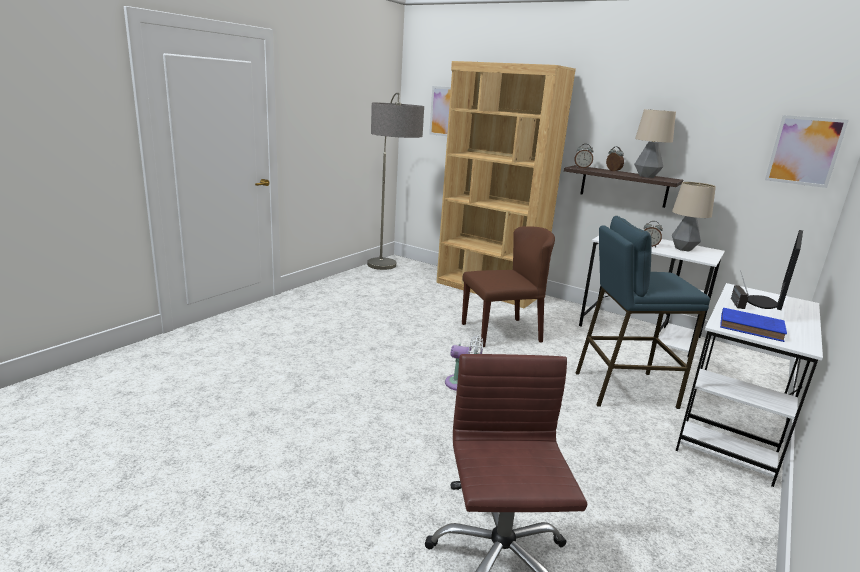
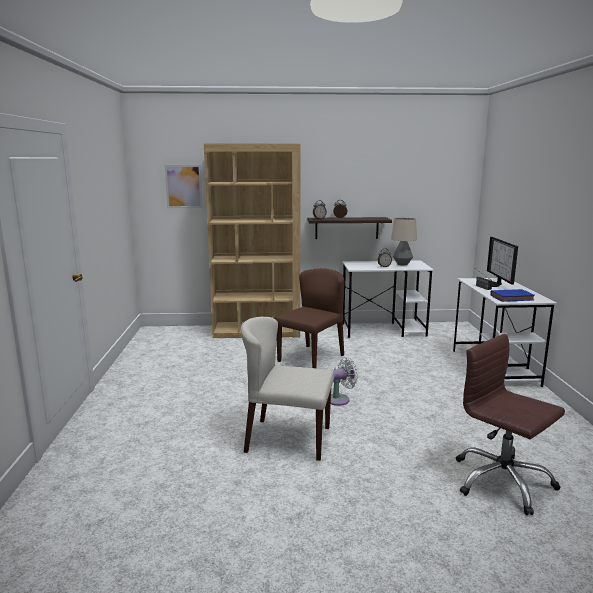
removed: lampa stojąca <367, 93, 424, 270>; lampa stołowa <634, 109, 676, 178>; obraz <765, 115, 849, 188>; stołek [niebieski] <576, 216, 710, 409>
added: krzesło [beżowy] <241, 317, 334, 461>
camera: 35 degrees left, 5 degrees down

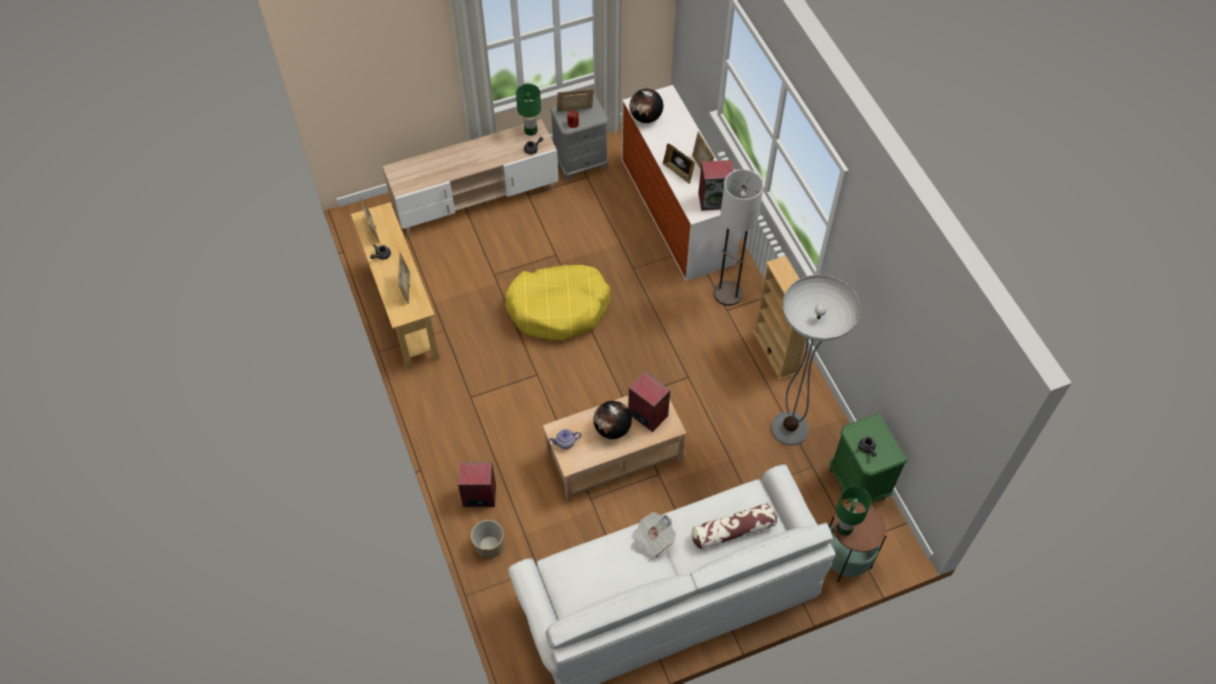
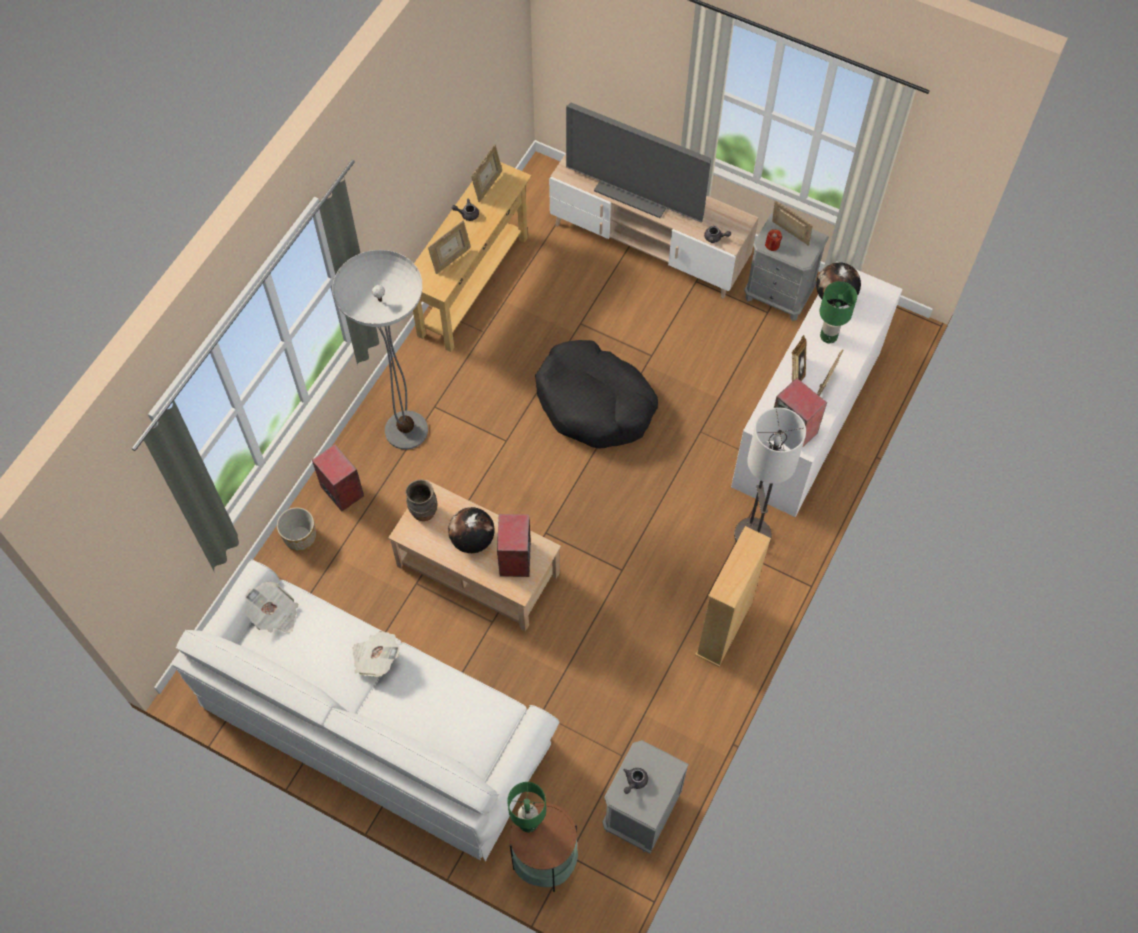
removed: poduszka <692, 503, 777, 550>
added: telewizor <566, 103, 711, 223>; gazeta <245, 582, 299, 633>
moved: lampa stołowa [zielony] <516, 84, 541, 136> to <820, 281, 857, 343>; lampa stojąca <771, 275, 861, 445> to <332, 250, 428, 450>
replaced: imbryk <549, 429, 581, 449> to wazon [brązowy] <405, 480, 437, 521>
recoloured: legowisko [żółty] <505, 265, 611, 340> to legowisko [czarny] <535, 340, 658, 448>; szafka nocna [zielony] <829, 413, 907, 503> to szafka nocna [szary] <602, 740, 689, 854>
camera: 50 degrees right, 5 degrees up

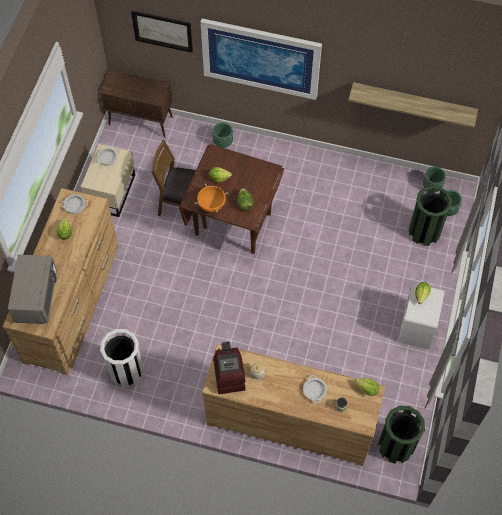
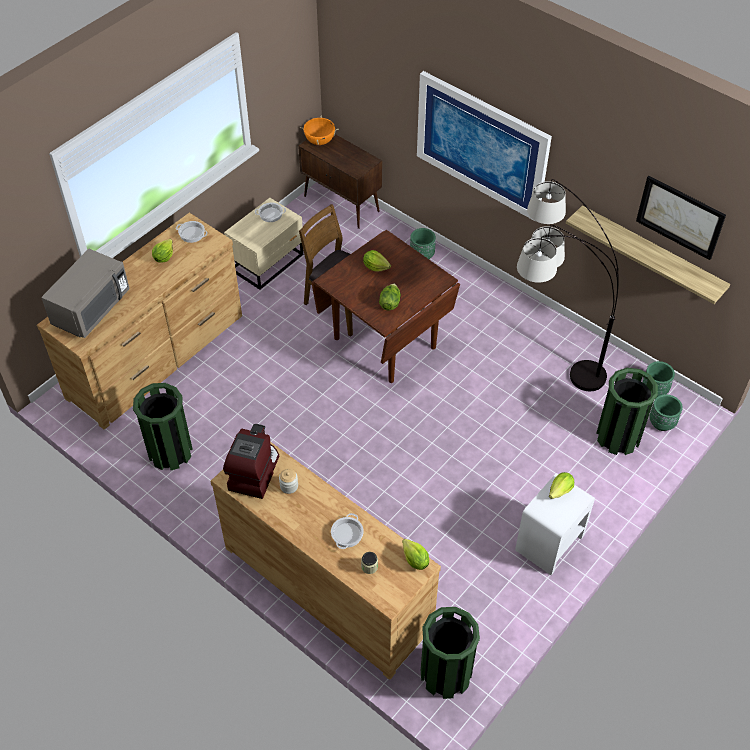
added: lampa stojąca <517, 179, 619, 391>
moved: obraz <131, 11, 193, 53> to <636, 176, 726, 260>; garnek [pomarańczowy] <195, 184, 228, 212> to <300, 116, 339, 145>
recoloured: kosz na śmieci [biały] <100, 329, 144, 388> to kosz na śmieci [zielony] <133, 383, 193, 470>
camera: 25 degrees right, 10 degrees down

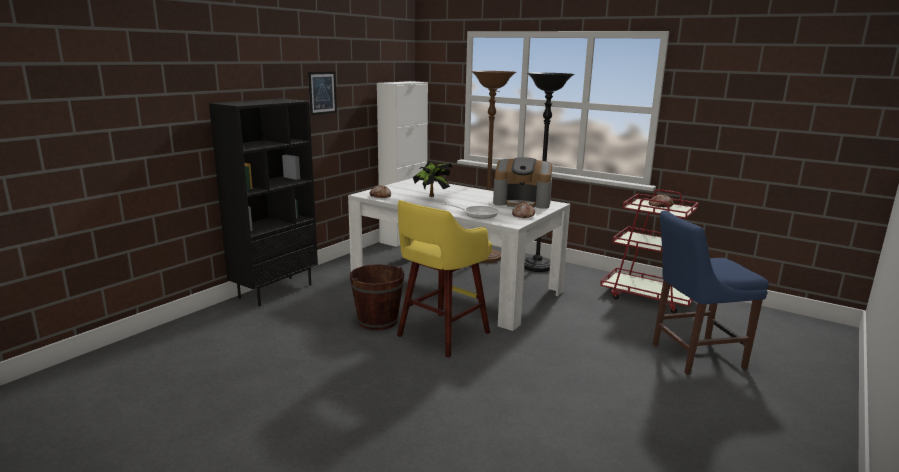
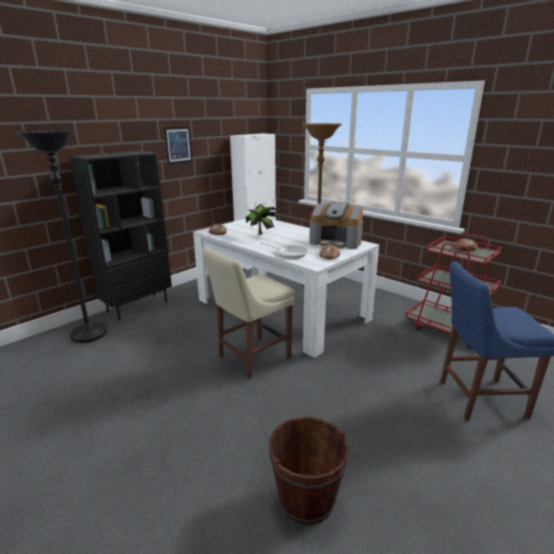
moved: lampa stojąca [czarny] <524, 73, 574, 272> to <15, 130, 107, 343>; wiadro [brązowy] <350, 264, 404, 330> to <269, 417, 349, 525>
replaced: stołek [żółty] <397, 200, 492, 358> to krzesło [beżowy] <202, 247, 295, 379>
camera: 10 degrees right, 5 degrees up

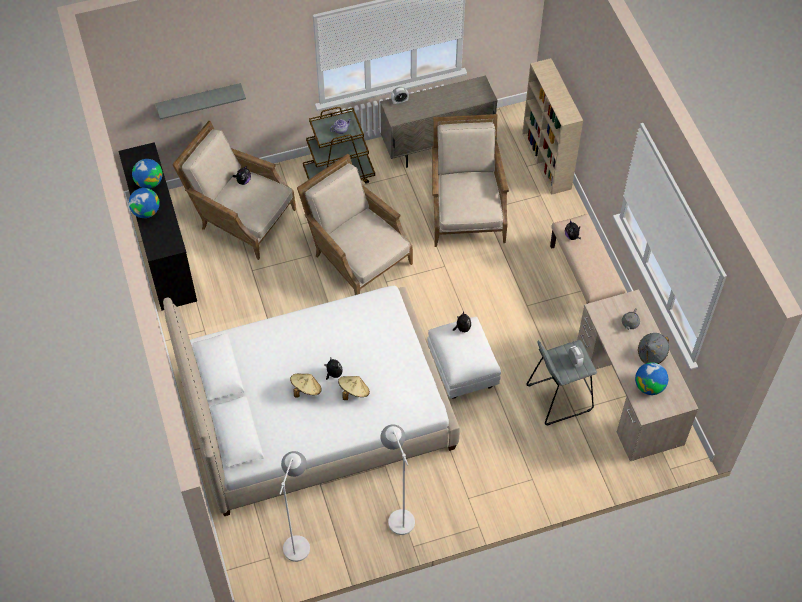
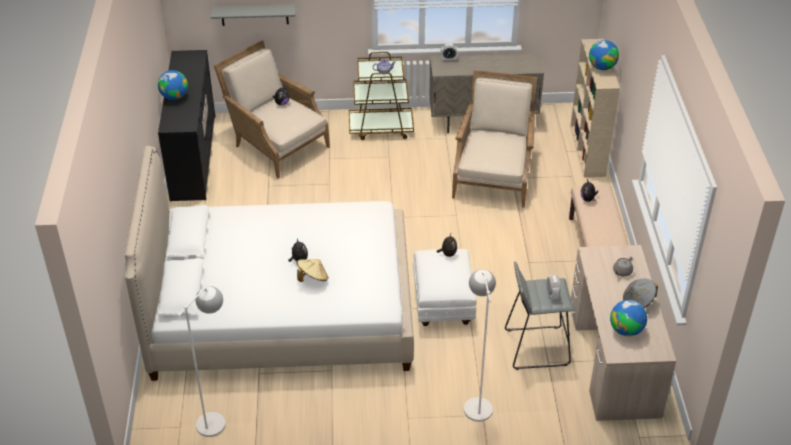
removed: fotel [beżowy] <297, 154, 413, 295>; kapelusz [beżowy] <290, 373, 322, 398>
moved: globus <132, 159, 163, 189> to <589, 40, 619, 70>; lampa stojąca [biały] <380, 424, 415, 535> to <464, 269, 496, 422>
camera: 15 degrees right, 15 degrees down

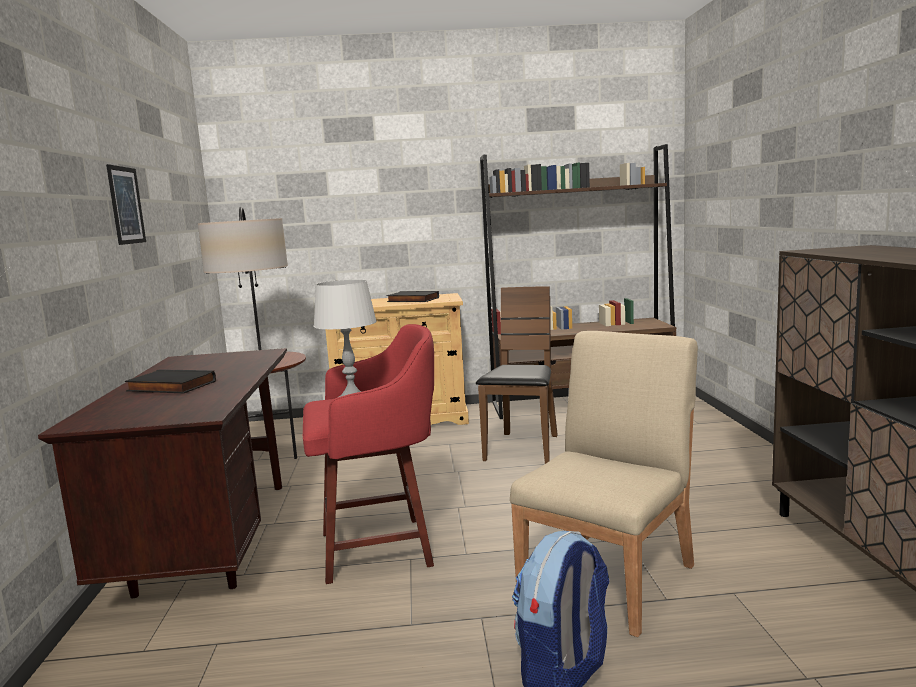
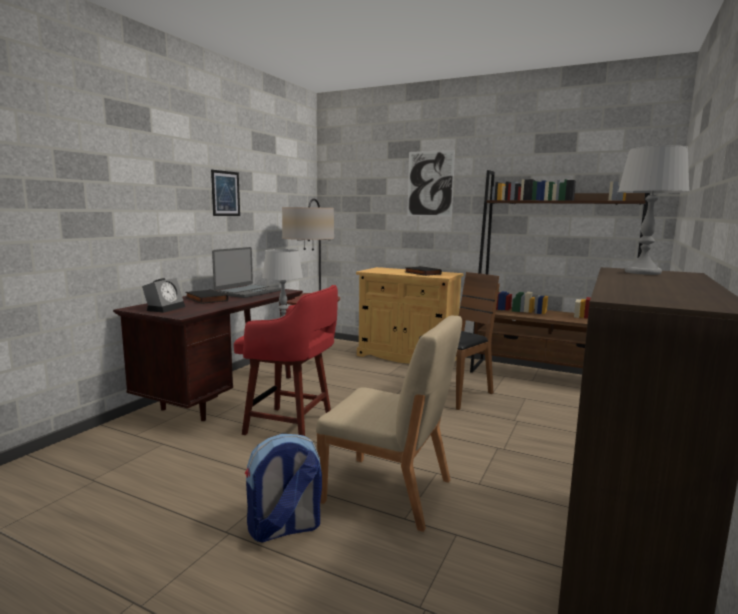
added: lampa stołowa [szary] <618, 145, 690, 275>; obraz <407, 150, 455, 217>; laptop <212, 247, 281, 298>; budzik <142, 278, 185, 313>
turned: krzesło [beżowy] <510, 331, 698, 637> = <316, 316, 462, 532> 45 degrees clockwise
camera: 30 degrees right, 0 degrees up

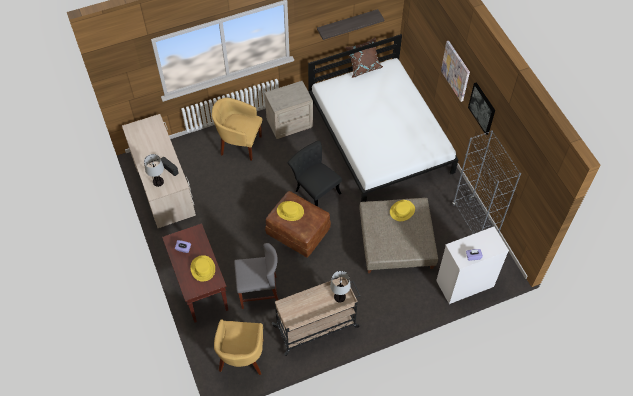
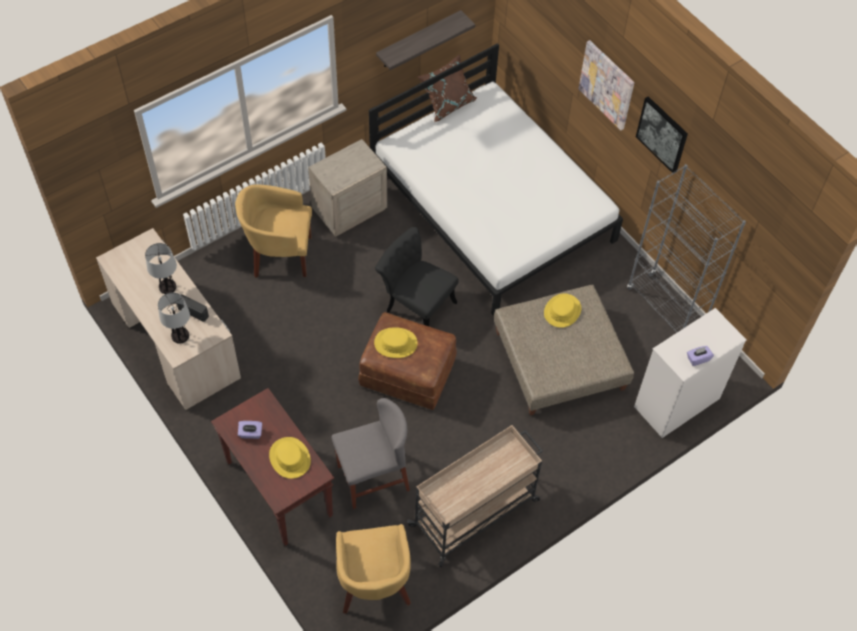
moved: lampa stołowa <330, 271, 351, 302> to <145, 243, 177, 294>
camera: 15 degrees left, 0 degrees up

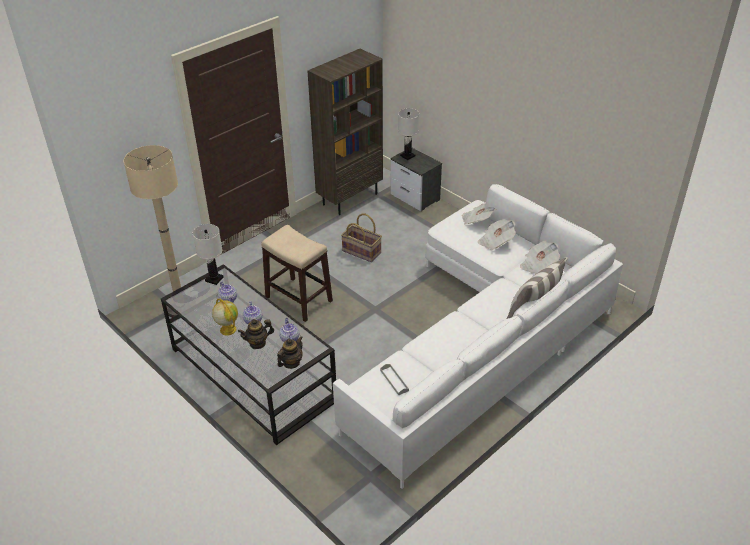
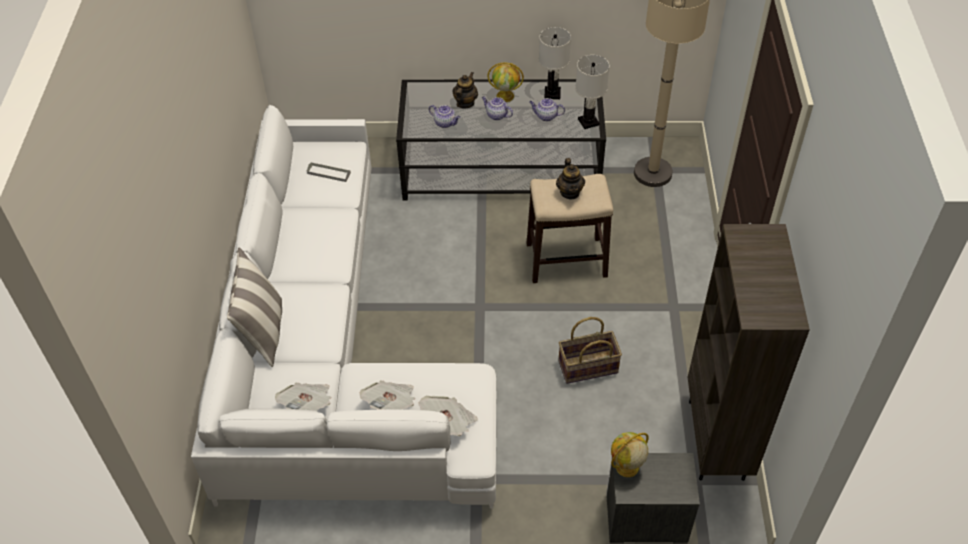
added: globus <611, 432, 649, 477>
moved: lampa stołowa [biały] <398, 108, 419, 160> to <539, 27, 571, 99>; imbryk <277, 336, 303, 369> to <556, 158, 585, 199>
camera: 135 degrees right, 10 degrees up

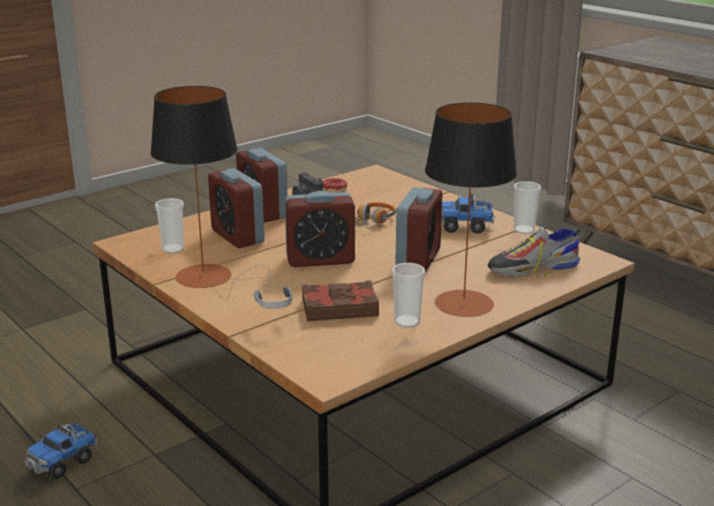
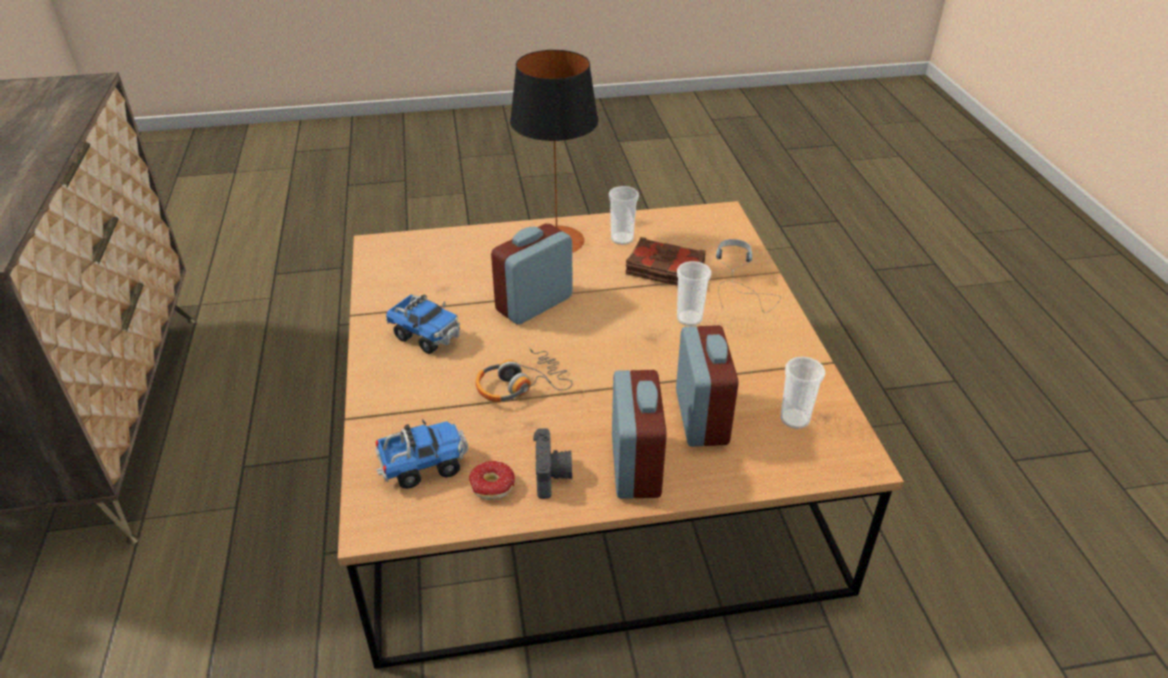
removed: lampa stołowa <150, 86, 238, 288>; budzik <285, 191, 355, 267>; but <488, 227, 581, 279>
moved: filiżanka <514, 181, 542, 234> to <677, 261, 711, 326>; ciężarówka zabawkowa <25, 423, 97, 479> to <375, 419, 468, 489>
camera: 150 degrees left, 15 degrees up

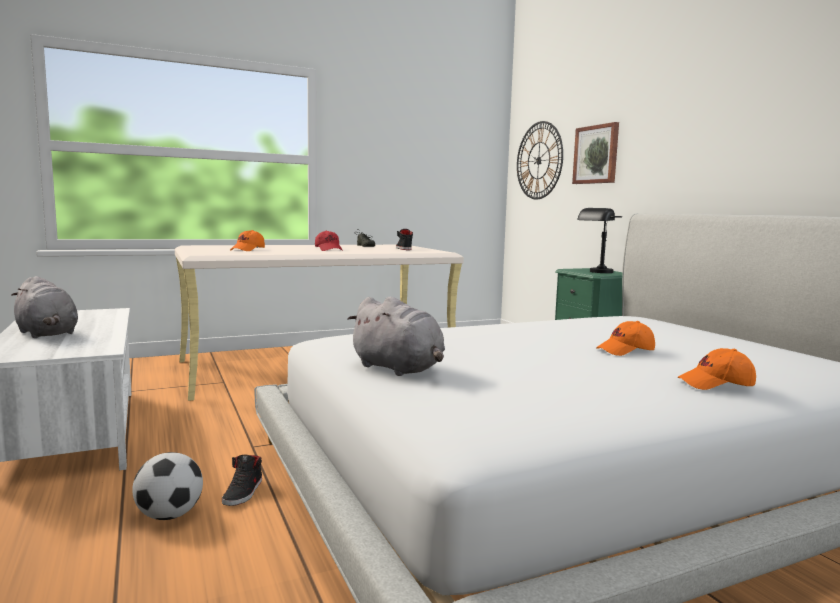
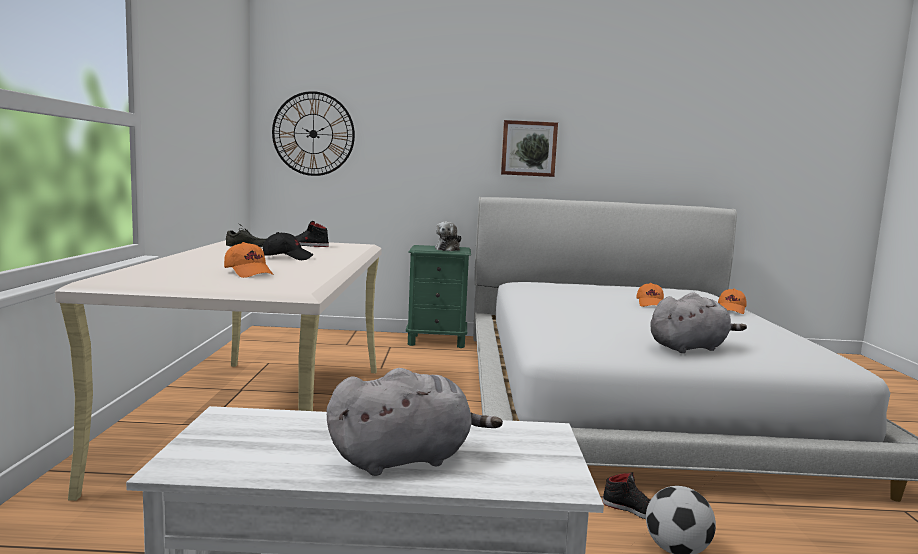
moved: obraz <572, 122, 619, 184> to <501, 120, 558, 177>
replaced: lampa stołowa [czarny] <577, 208, 622, 273> to pluszak <435, 221, 462, 251>
recoloured: czapka z daszkiem [czerwony] <315, 231, 342, 251> to czapka z daszkiem [czarny] <263, 232, 314, 260>
camera: 65 degrees left, 0 degrees up

